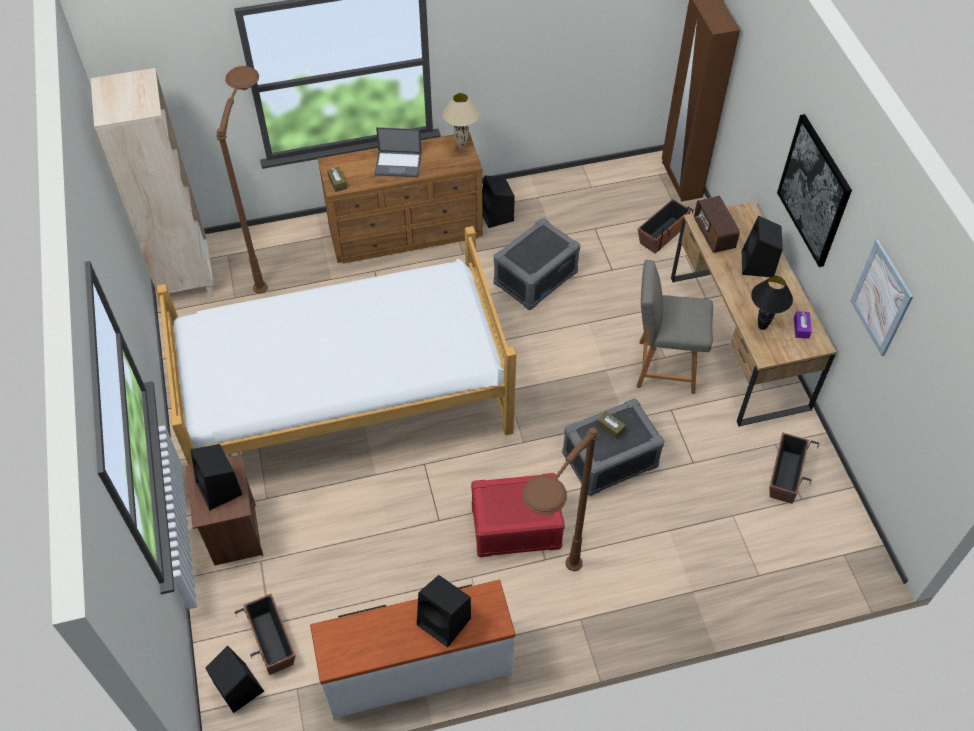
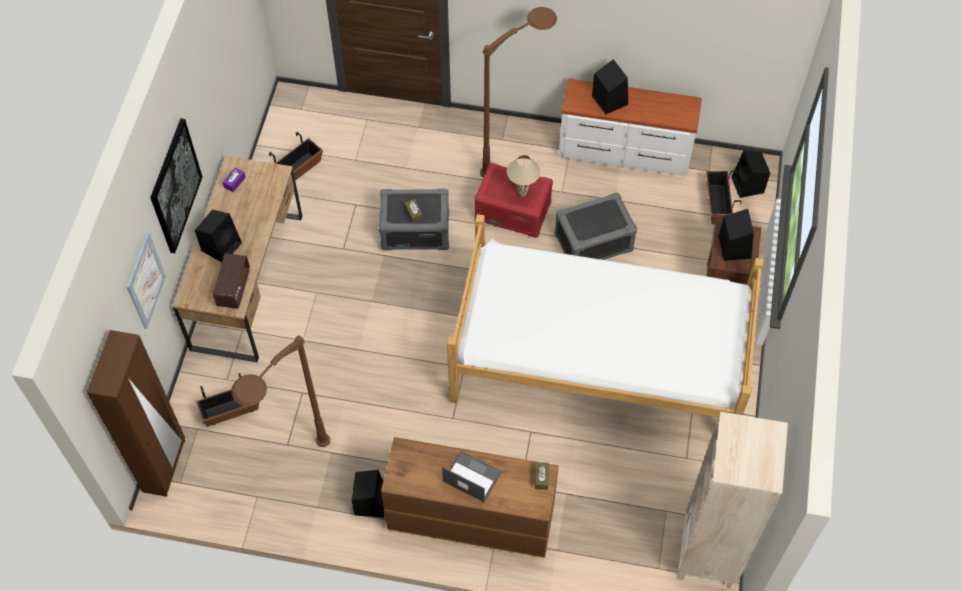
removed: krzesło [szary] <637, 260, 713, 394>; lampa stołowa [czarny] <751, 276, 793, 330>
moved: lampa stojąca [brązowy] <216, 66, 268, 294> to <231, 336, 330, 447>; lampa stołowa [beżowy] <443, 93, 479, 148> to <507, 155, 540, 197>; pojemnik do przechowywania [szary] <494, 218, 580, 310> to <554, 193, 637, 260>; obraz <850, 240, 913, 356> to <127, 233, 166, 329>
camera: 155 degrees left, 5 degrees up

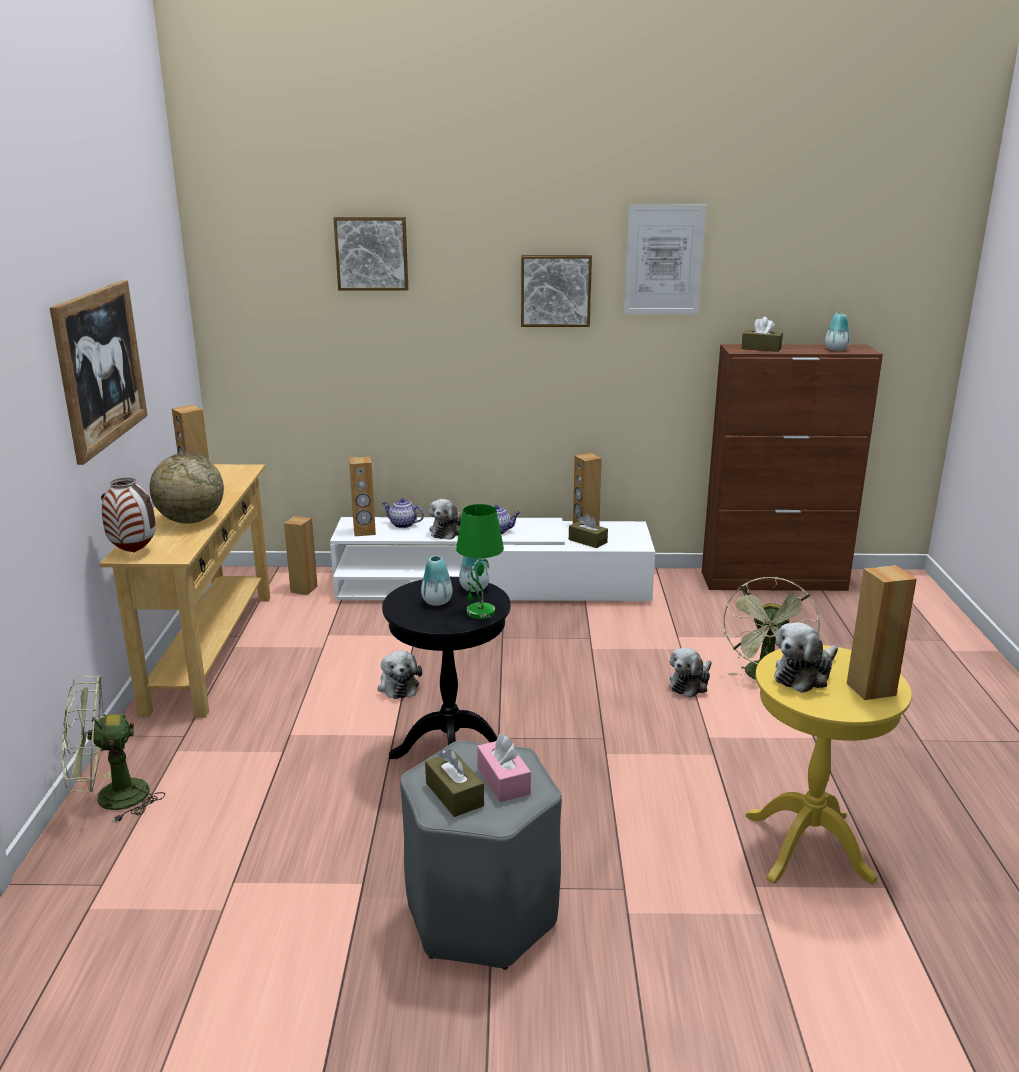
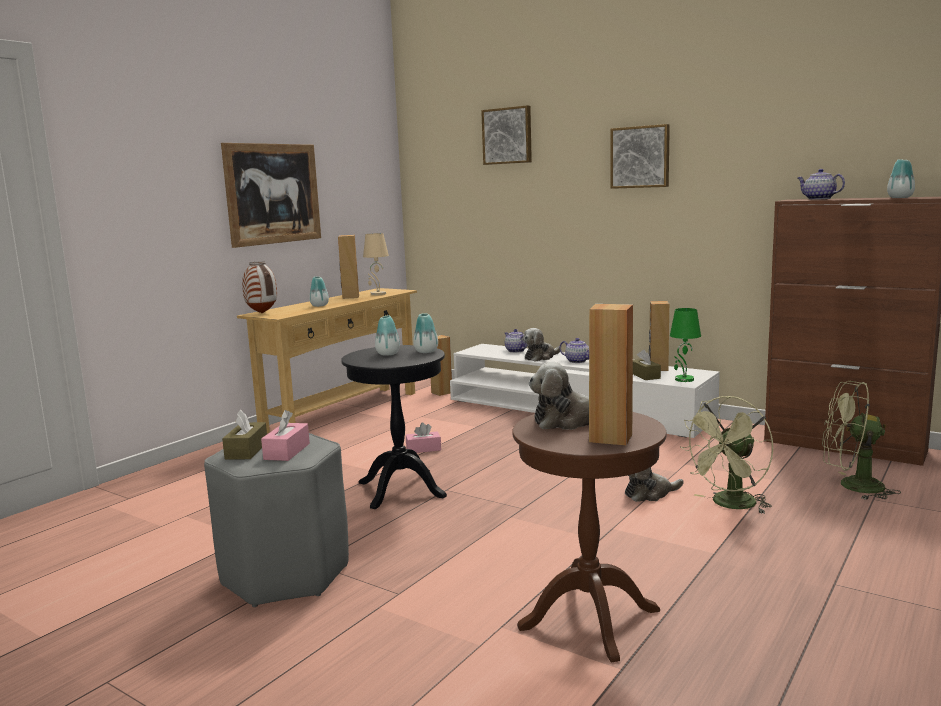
removed: obraz <623, 204, 706, 314>; głośnik [brązowy] <349, 457, 376, 536>
added: lampa stołowa [beżowy] <363, 233, 389, 295>
moved: lampa stołowa [zielony] <456, 504, 504, 619> to <670, 308, 701, 382>; wentylator [zielony] <62, 675, 165, 823> to <822, 381, 901, 500>
replaced: pudełko chusteczek [brązowy] <741, 317, 783, 352> to imbryk <798, 169, 845, 200>; globus <150, 453, 224, 524> to wazon <309, 277, 329, 307>; pluszak <377, 651, 422, 699> to pudełko chusteczek [różowy] <406, 423, 441, 453>
recoloured: stolik [żółty] <745, 645, 912, 884> to stolik [brązowy] <512, 412, 667, 662>
camera: 35 degrees right, 10 degrees down

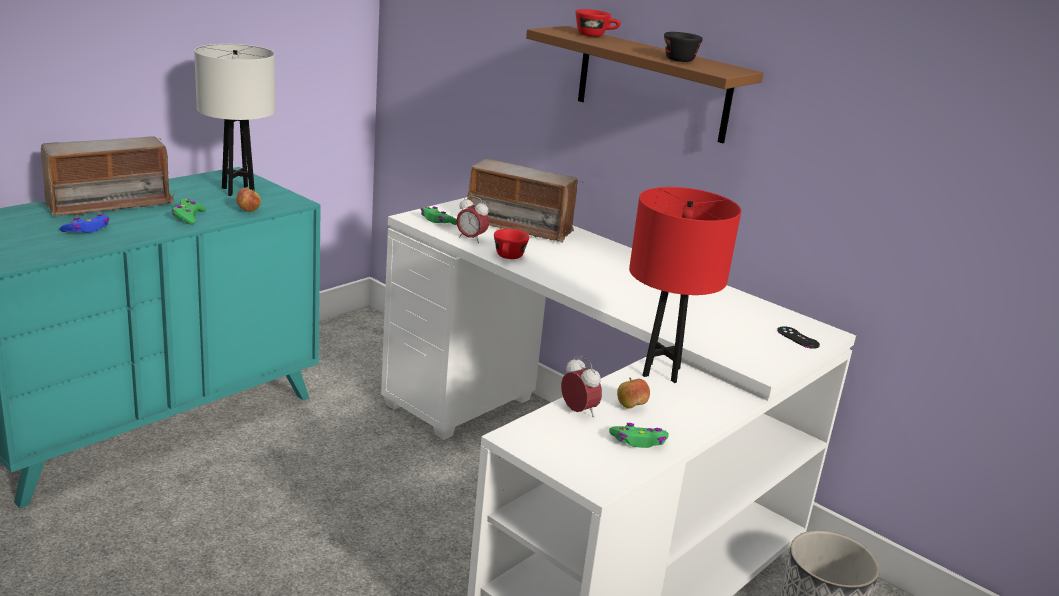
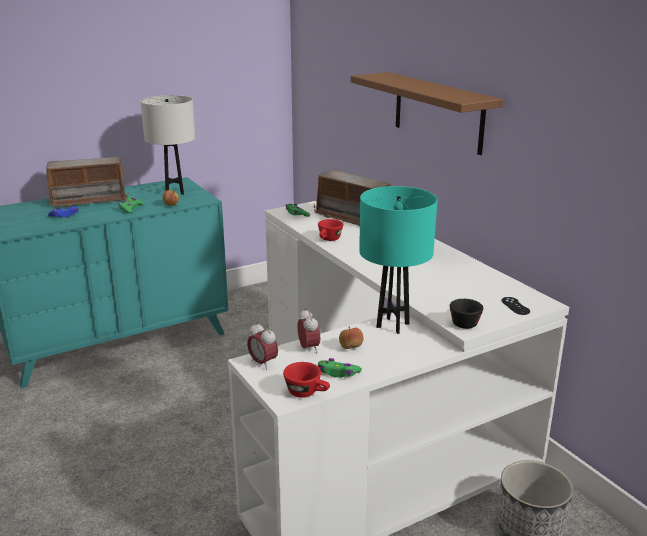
moved: filiżanka [czerwony] <575, 9, 621, 37> to <283, 362, 330, 398>; filiżanka [czarny] <664, 32, 703, 62> to <450, 299, 483, 329>; budzik <457, 195, 489, 243> to <247, 321, 278, 370>
recoloured: lampa stołowa [czerwony] <629, 187, 741, 383> to lampa stołowa [turkusowy] <359, 186, 437, 334>
camera: 20 degrees right, 0 degrees up

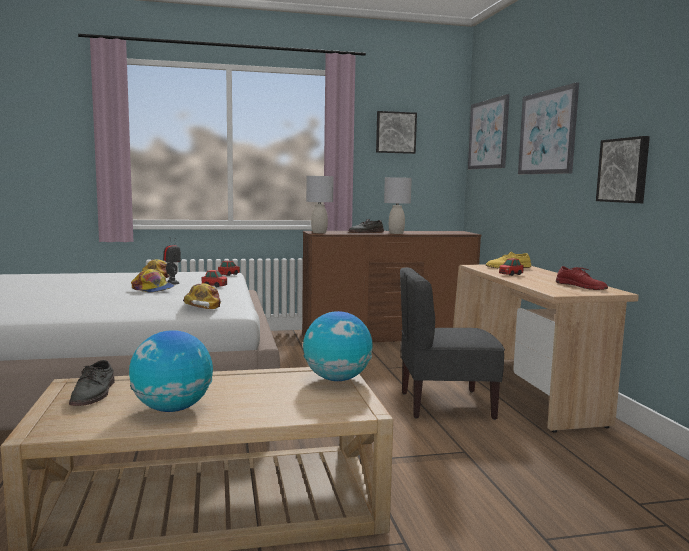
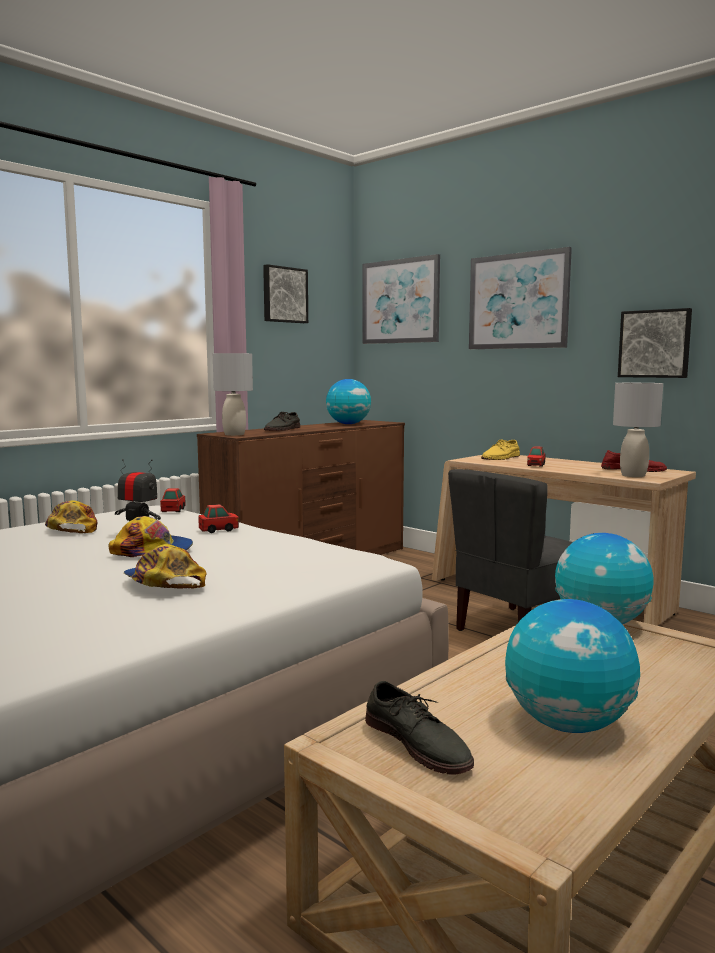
added: globus <326, 379, 371, 424>
moved: lampa stołowa [szary] <384, 177, 412, 234> to <613, 383, 663, 477>; czapka z daszkiem <183, 283, 221, 309> to <123, 544, 206, 589>
camera: 35 degrees left, 0 degrees up

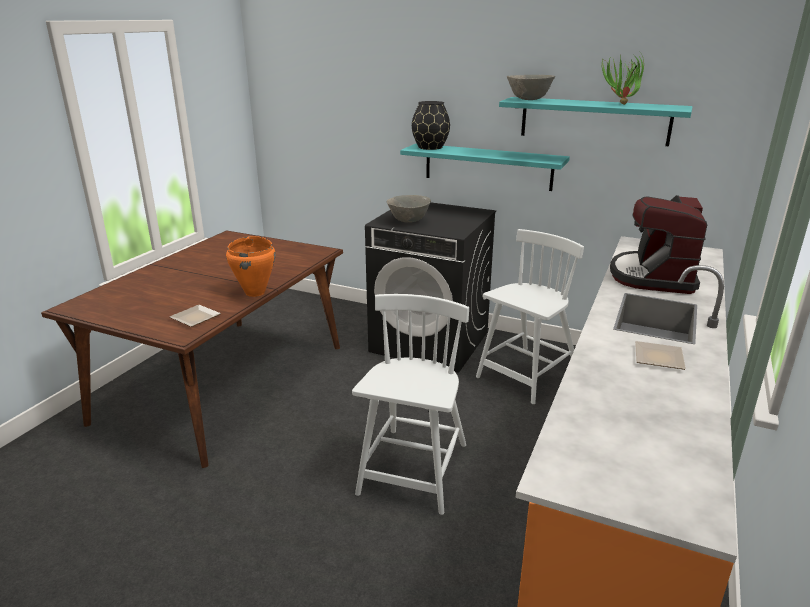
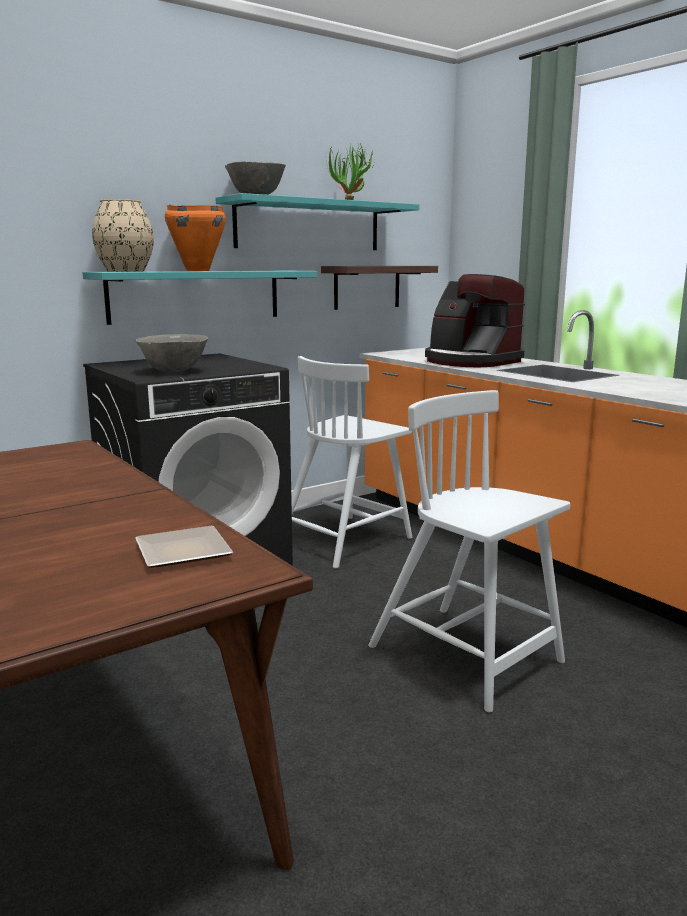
removed: talerz <635, 341, 686, 370>
added: półka <321, 266, 438, 310>
moved: garnek [pomarańczowy] <226, 236, 276, 297> to <165, 205, 226, 271>
recoloured: wazon [czarny] <412, 101, 450, 150> to wazon [beżowy] <92, 199, 154, 271>
turned: krzesło [biały] <476, 229, 584, 404> = <291, 356, 412, 568> 120 degrees counterclockwise
camera: 60 degrees left, 10 degrees down

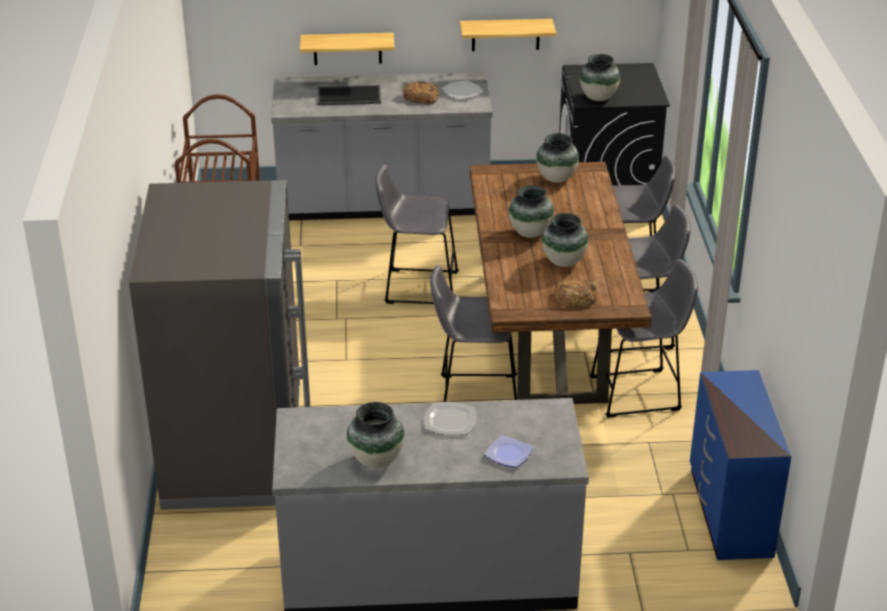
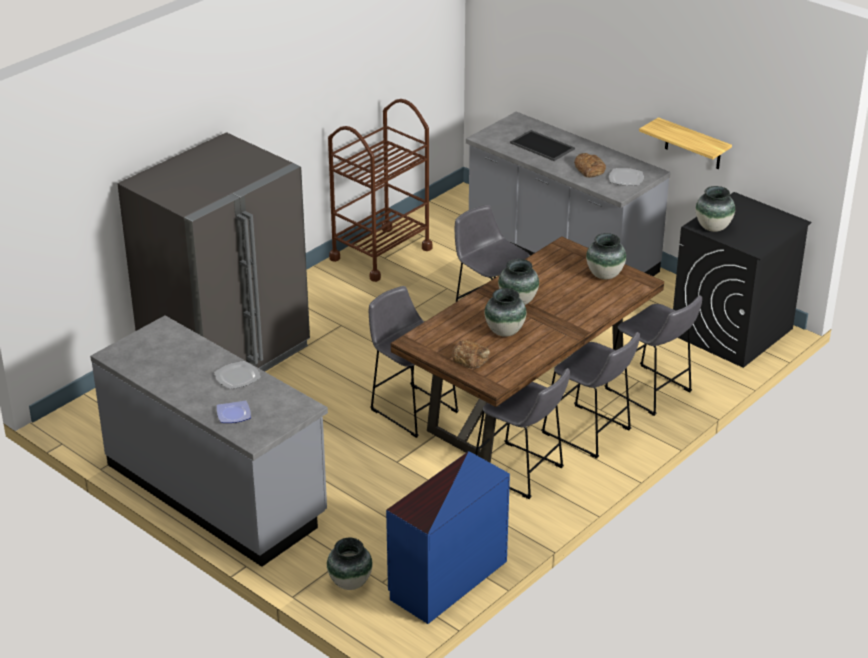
removed: półka <300, 33, 395, 65>
moved: wazon <347, 402, 404, 468> to <327, 538, 373, 590>
camera: 45 degrees right, 0 degrees up

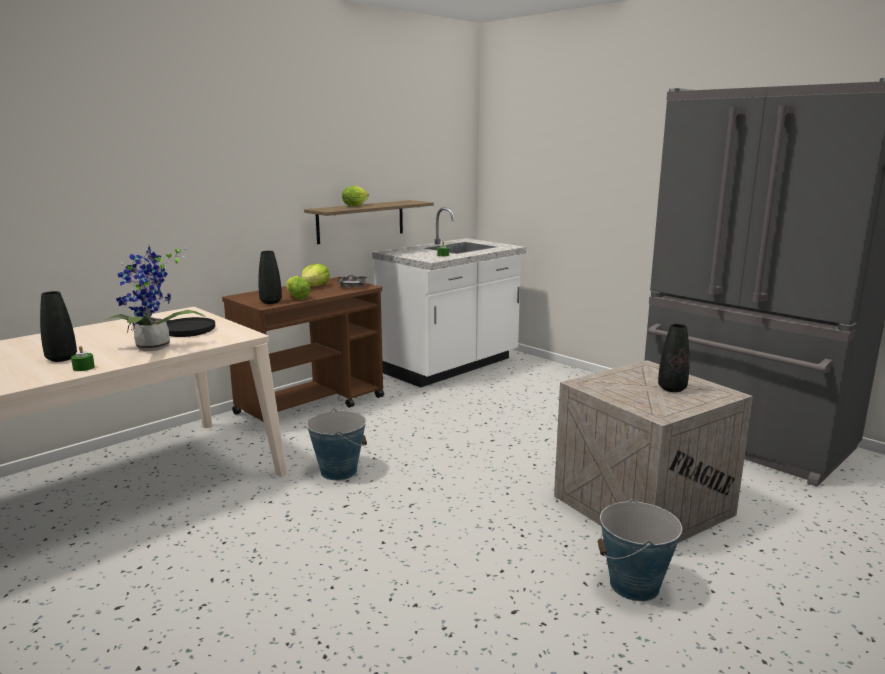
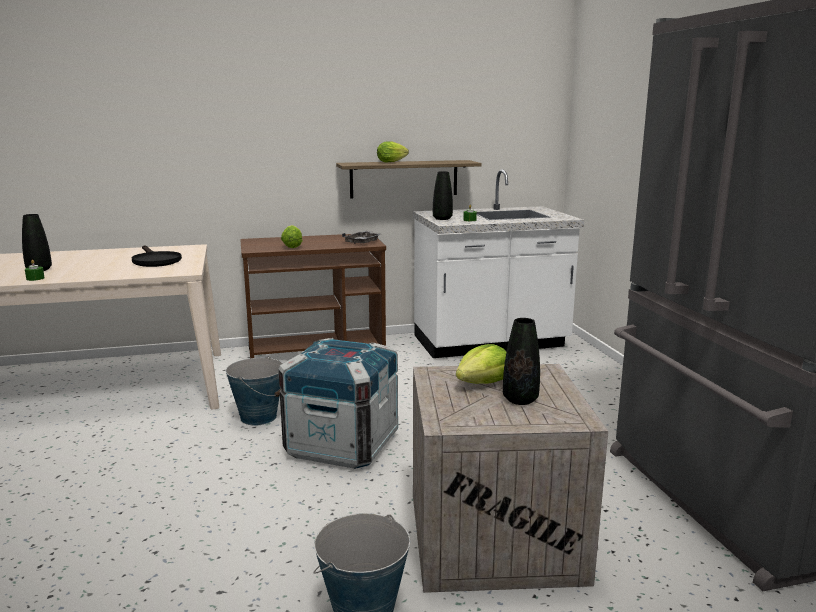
removed: roślina doniczkowa <105, 246, 206, 351>
added: skrzynka <278, 338, 398, 469>
moved: wazon [czarny] <258, 251, 282, 304> to <433, 171, 453, 220>; sałata <302, 263, 330, 286> to <456, 344, 506, 384>
camera: 30 degrees right, 0 degrees up

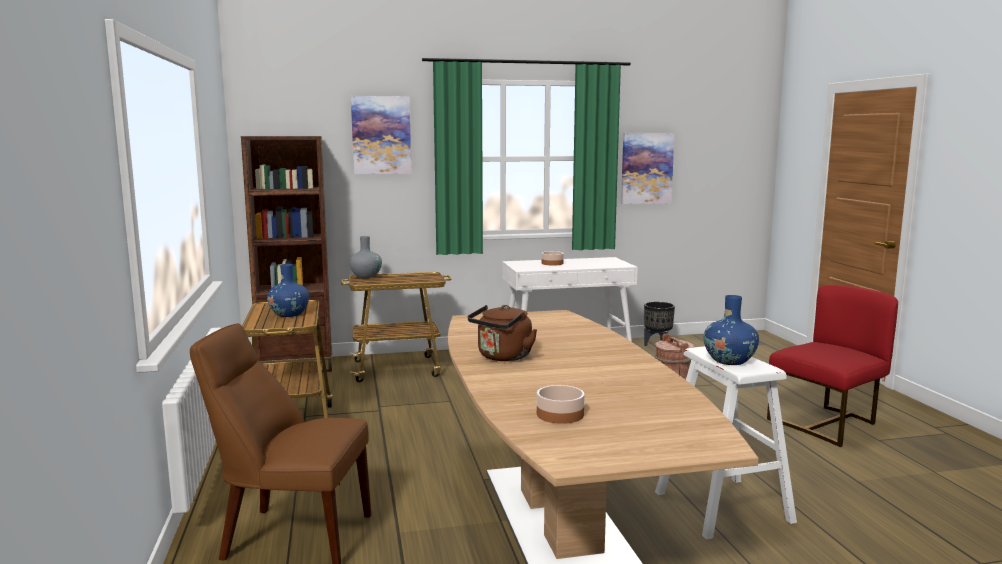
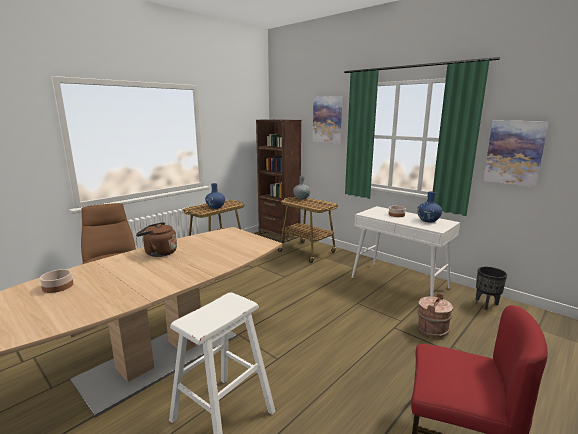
moved: wazon [niebieski] <704, 295, 759, 365> to <417, 191, 442, 222>
camera: 55 degrees right, 5 degrees up

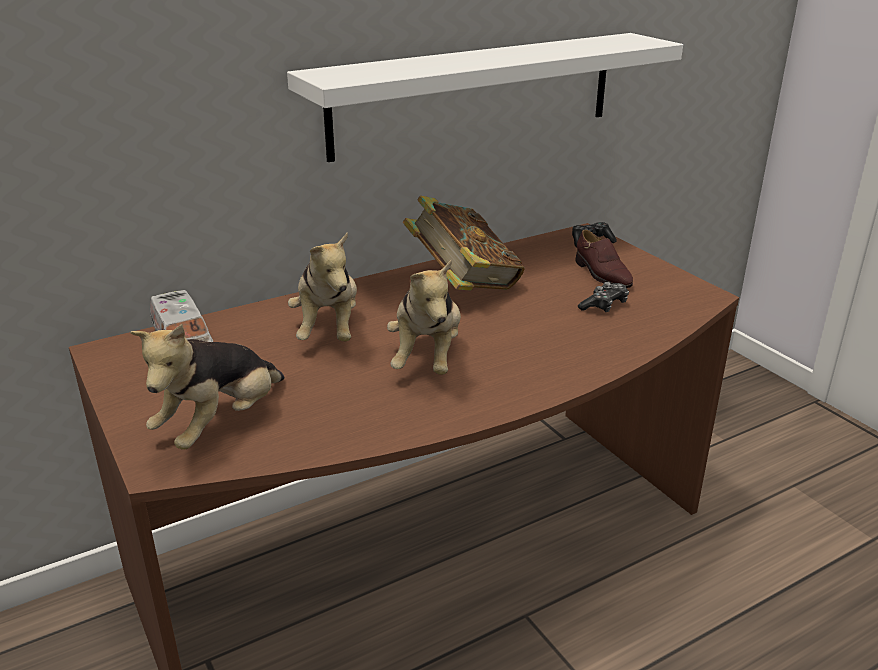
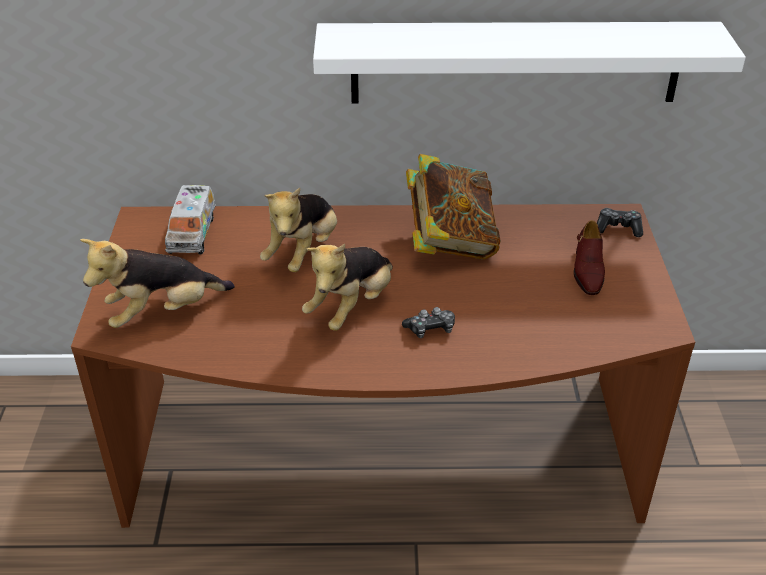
moved: pad do gier <578, 282, 629, 312> to <402, 307, 455, 338>
camera: 30 degrees right, 10 degrees up

